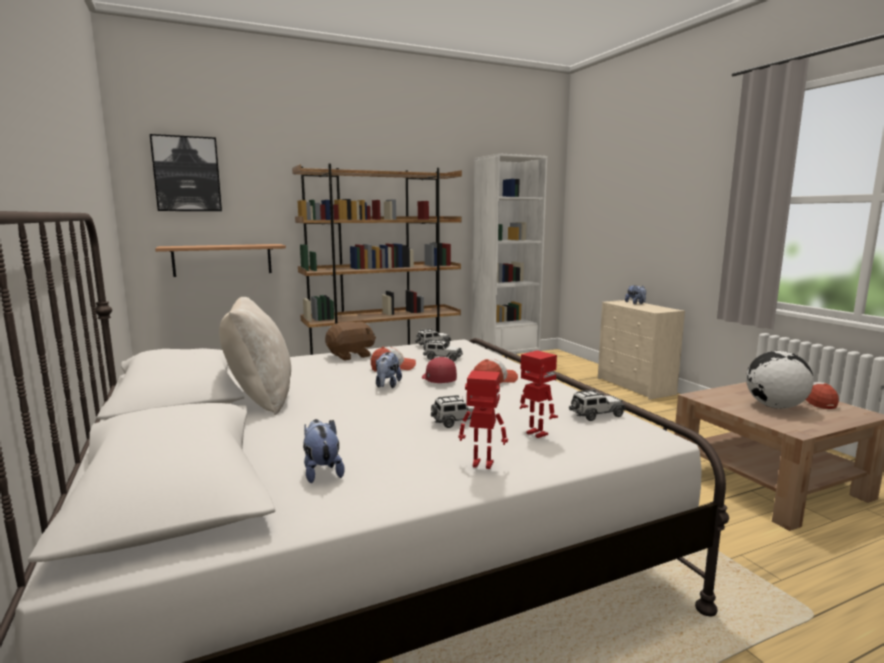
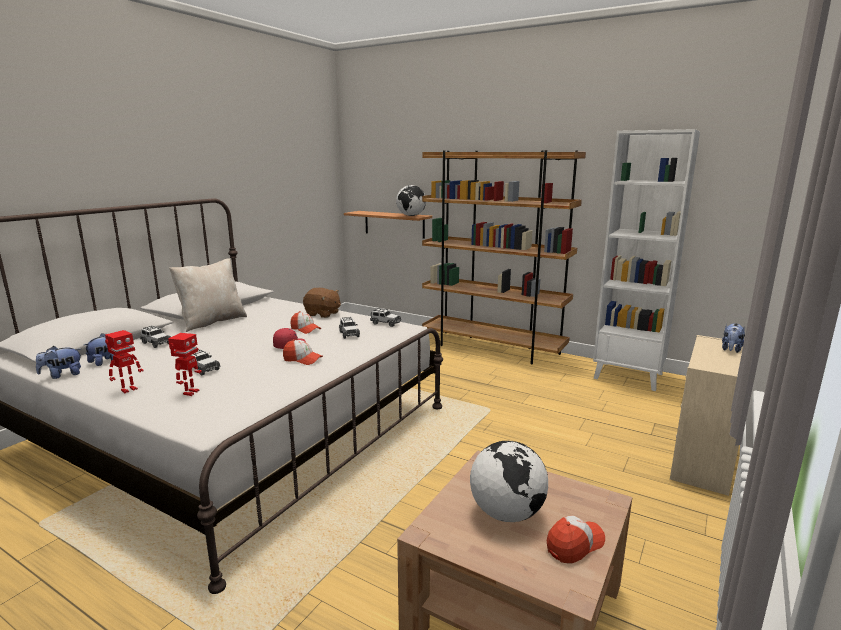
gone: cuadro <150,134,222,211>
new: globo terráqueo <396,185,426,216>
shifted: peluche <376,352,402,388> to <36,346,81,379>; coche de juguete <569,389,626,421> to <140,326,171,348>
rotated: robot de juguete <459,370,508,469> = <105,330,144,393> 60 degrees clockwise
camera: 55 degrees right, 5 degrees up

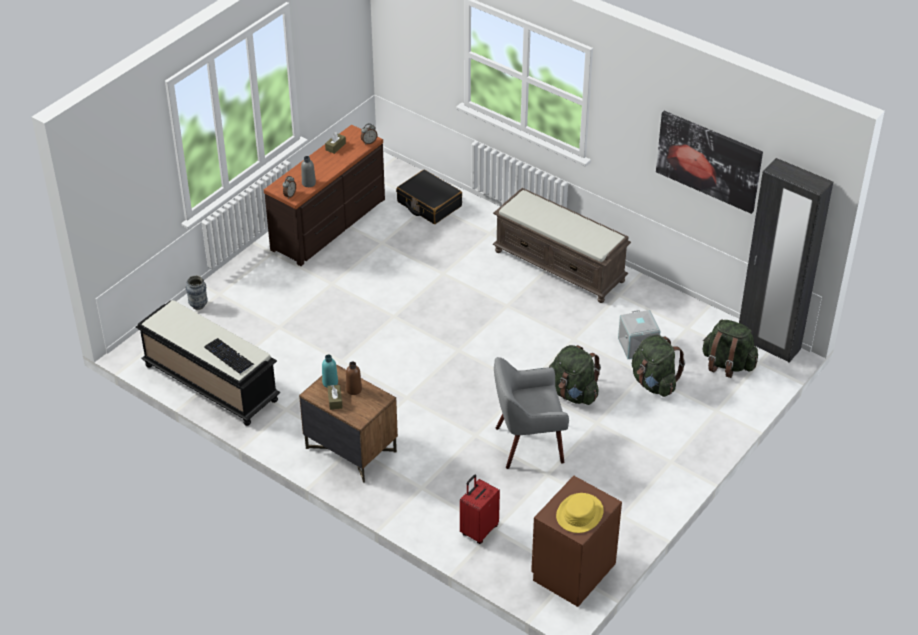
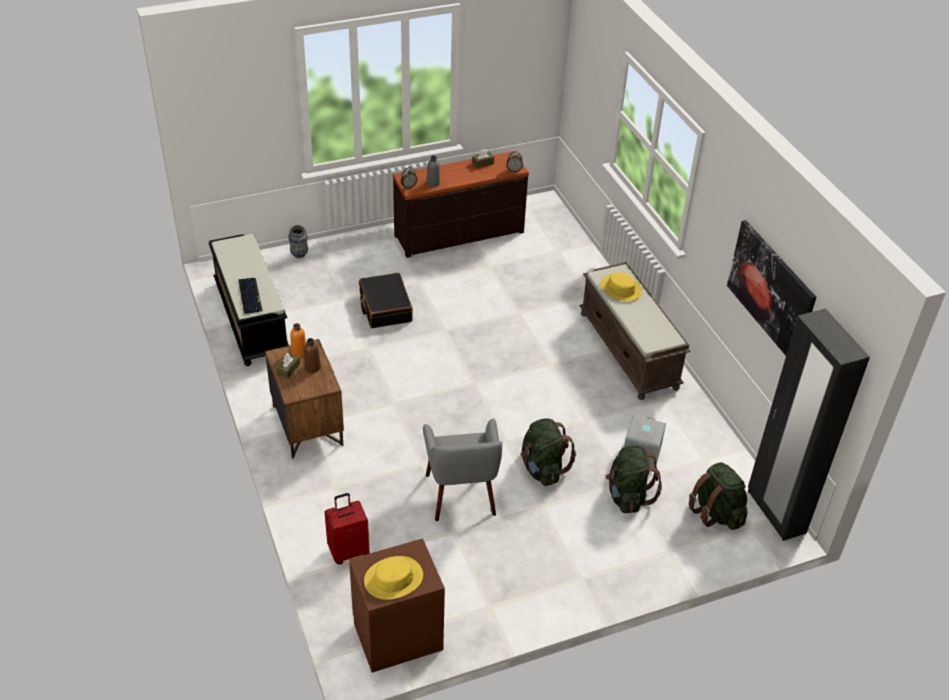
new: sombrero (amarillo) <600,272,642,302>
shifted: maleta (negro) <396,170,462,224> to <359,273,413,328>
repainted: botella (turquesa) <322,354,338,388> to botella (naranja) <290,323,306,358>
rotated: sillón (gris) <494,357,569,469> = <423,419,502,521> 120 degrees counterclockwise
camera: 30 degrees right, 0 degrees up

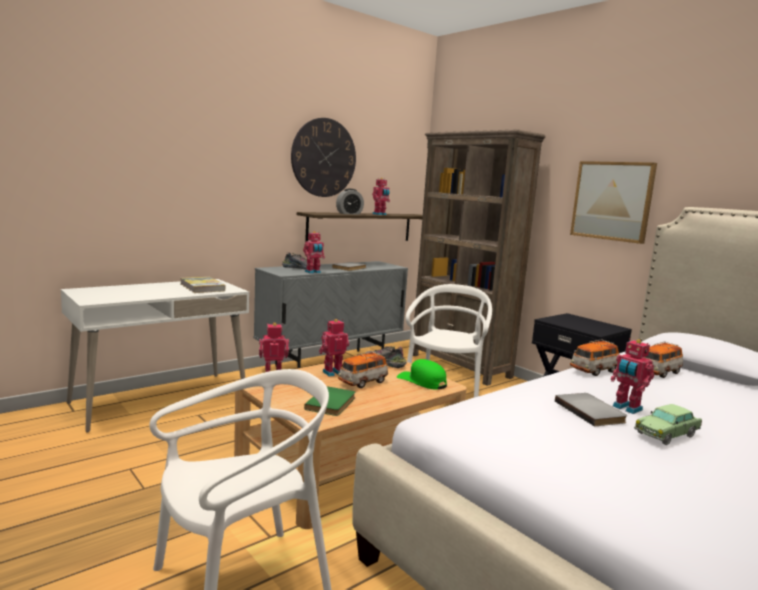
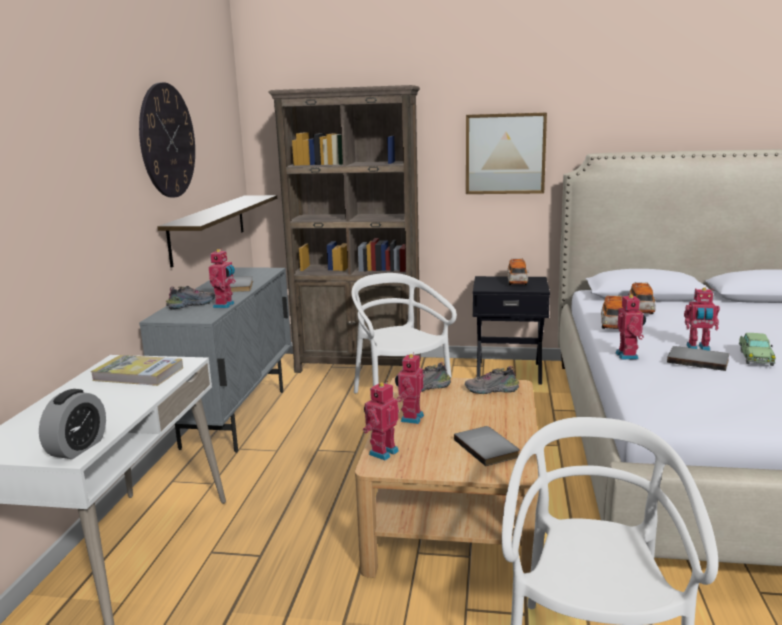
shifted: despertador <336,189,364,215> to <39,389,106,459>; coche de juguete <338,351,388,388> to <507,258,529,285>; robot de juguete <372,178,390,215> to <616,293,646,360>
swapped: gorra (verde) <397,359,447,390> to zapato <465,366,519,394>
repainted: libro (verde) <304,386,355,416> to libro (gris) <454,426,520,466>
camera: 40 degrees left, 5 degrees up

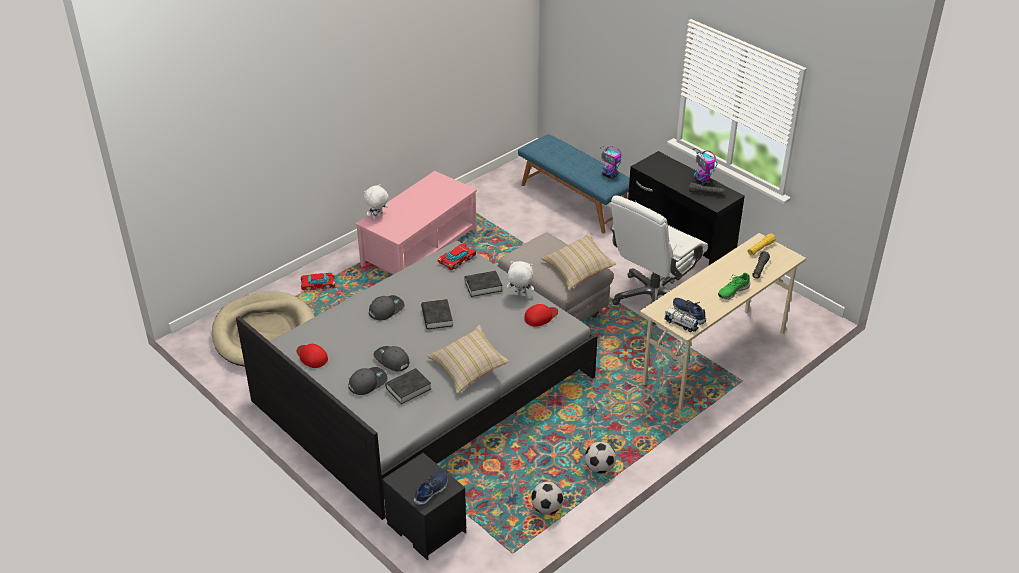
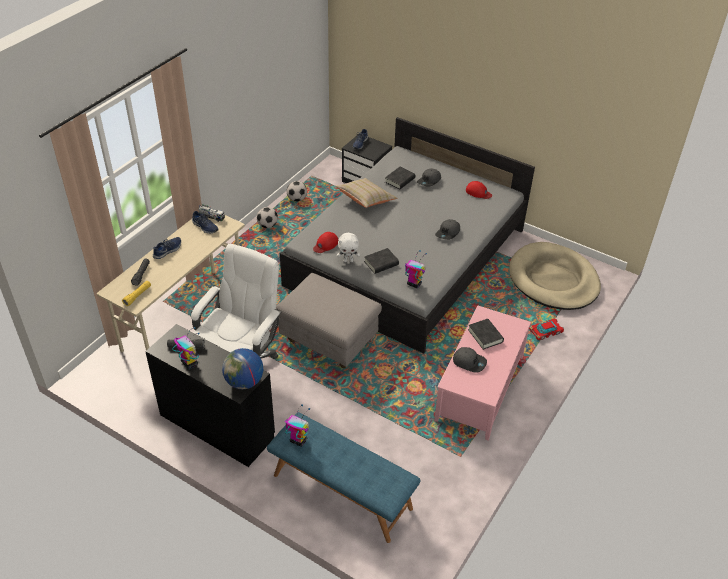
gone: peluche (blanco) <364,184,389,220>; cojín (beis) <541,233,616,290>
new: globo terráqueo <222,348,263,389>
shifted: gorra (gris) <373,346,410,371> to <453,347,487,373>; libro (negro) <421,299,453,329> to <468,319,504,350>
swapped: coche de juguete <438,244,476,271> to robot de juguete <405,250,427,288>
repainted: zapato (verde) <718,273,750,299> to zapato (azul) <153,237,181,259>
camera: 165 degrees right, 5 degrees up

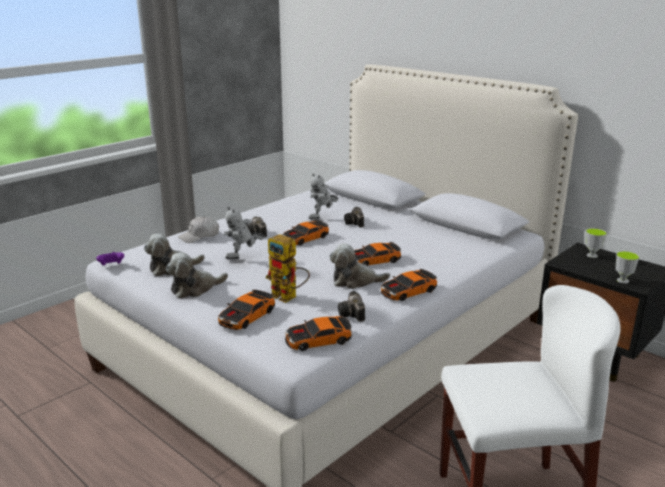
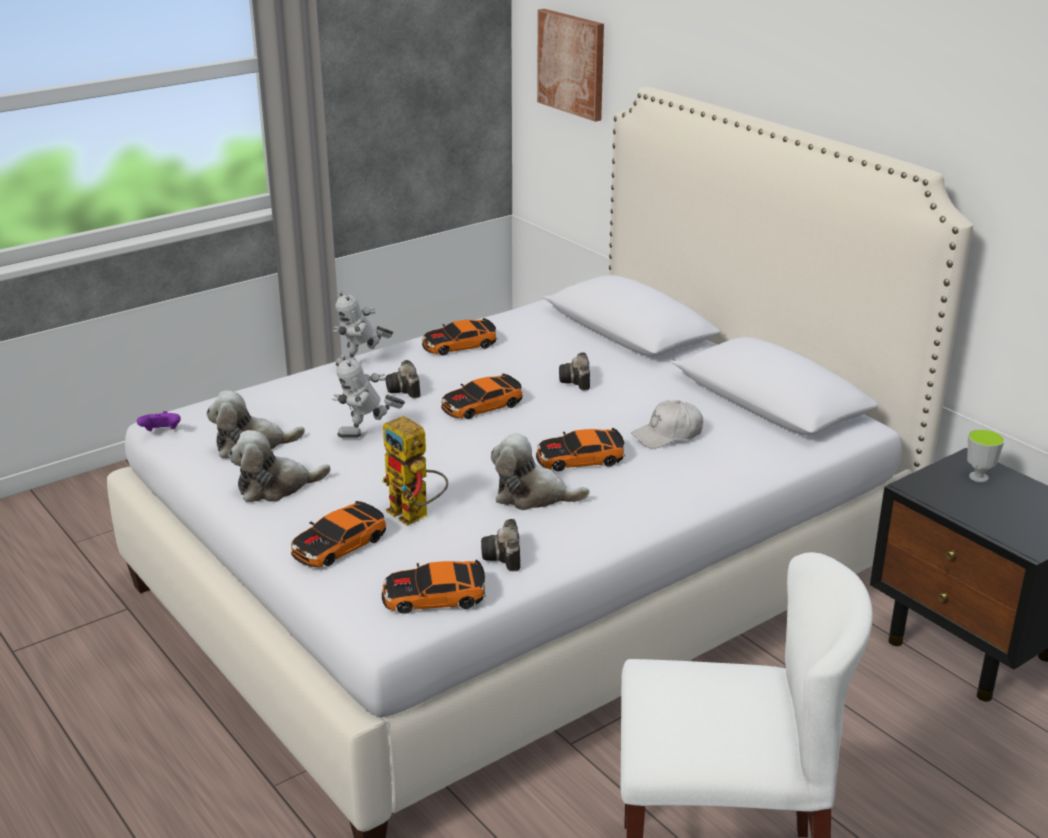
gone: taza <616,251,639,284>
new: cuadro <537,9,604,122>
shifted: gorra (blanco) <178,216,219,243> to <631,400,703,449>; robot de juguete <309,173,339,219> to <333,291,393,366>; coche de juguete <381,269,437,301> to <422,318,498,355>
camera: 10 degrees right, 5 degrees up

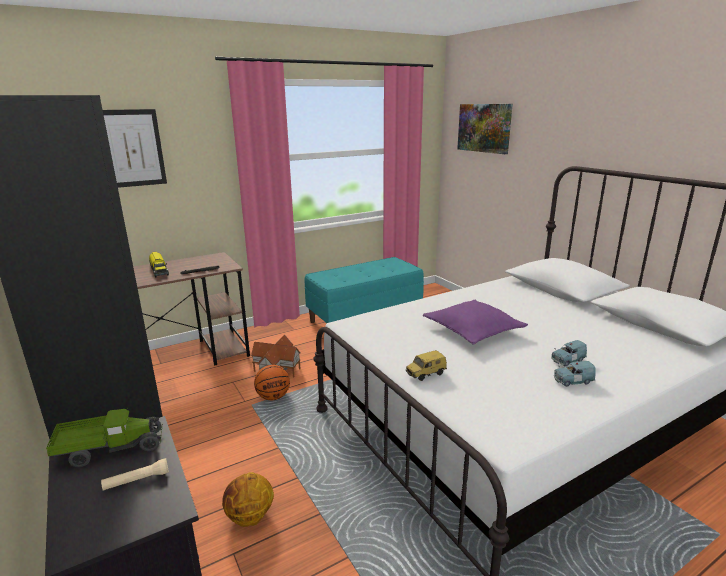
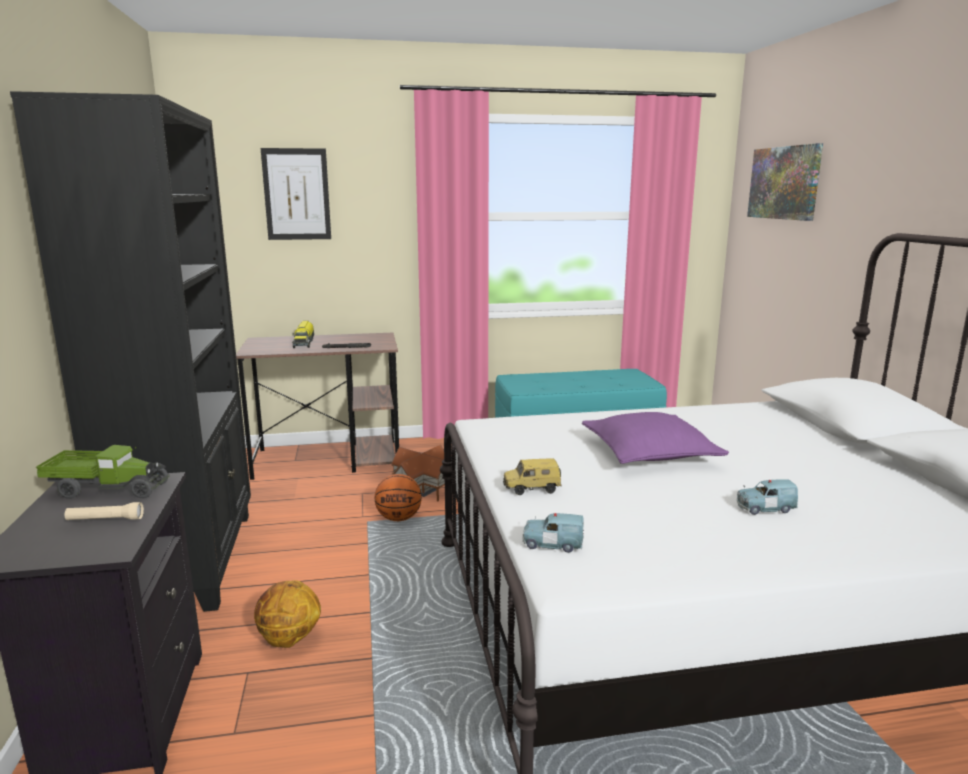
shifted: coche de juguete (azul) <554,361,596,387> to <522,513,584,553>
camera: 20 degrees right, 5 degrees down

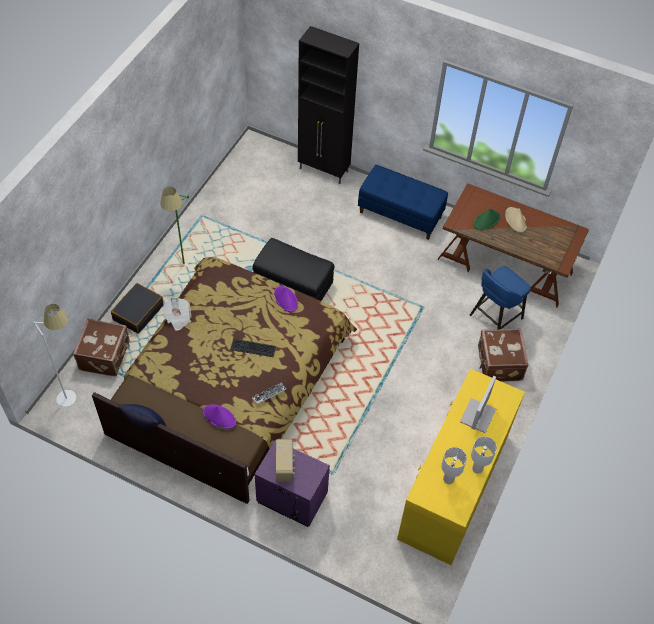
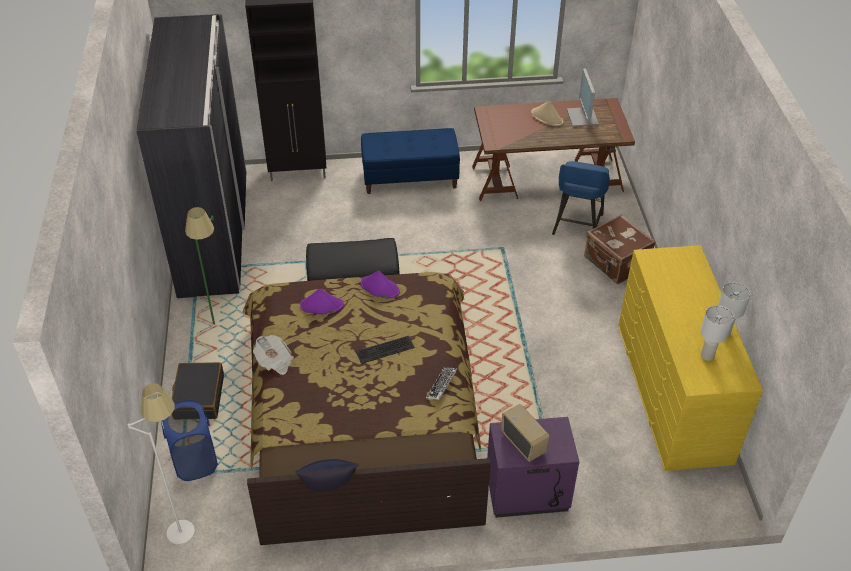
gone: sombrero (verde) <474,208,500,230>
new: armario ropero (gris) <136,14,247,298>
shifted: sombrero (morado) <203,404,236,429> to <300,288,344,314>; monitor <460,376,496,433> to <567,68,599,127>
swapped: maleta (marrón) <73,318,130,376> to cesto de la ropa (azul) <161,400,218,481>
camera: 30 degrees left, 10 degrees down

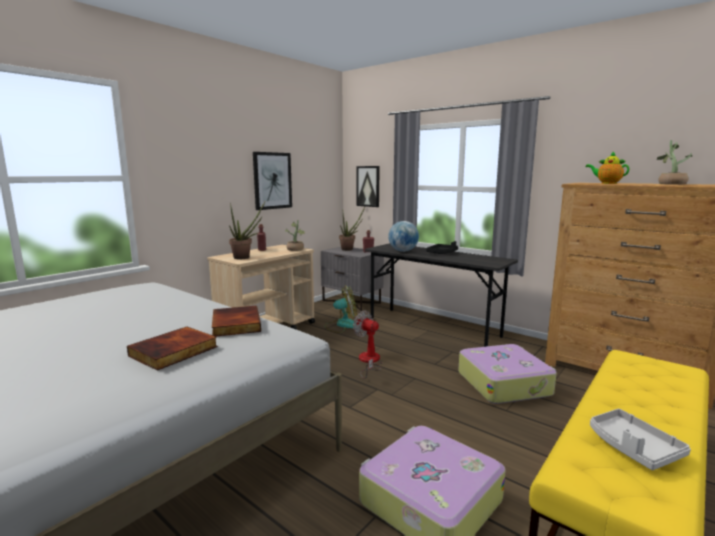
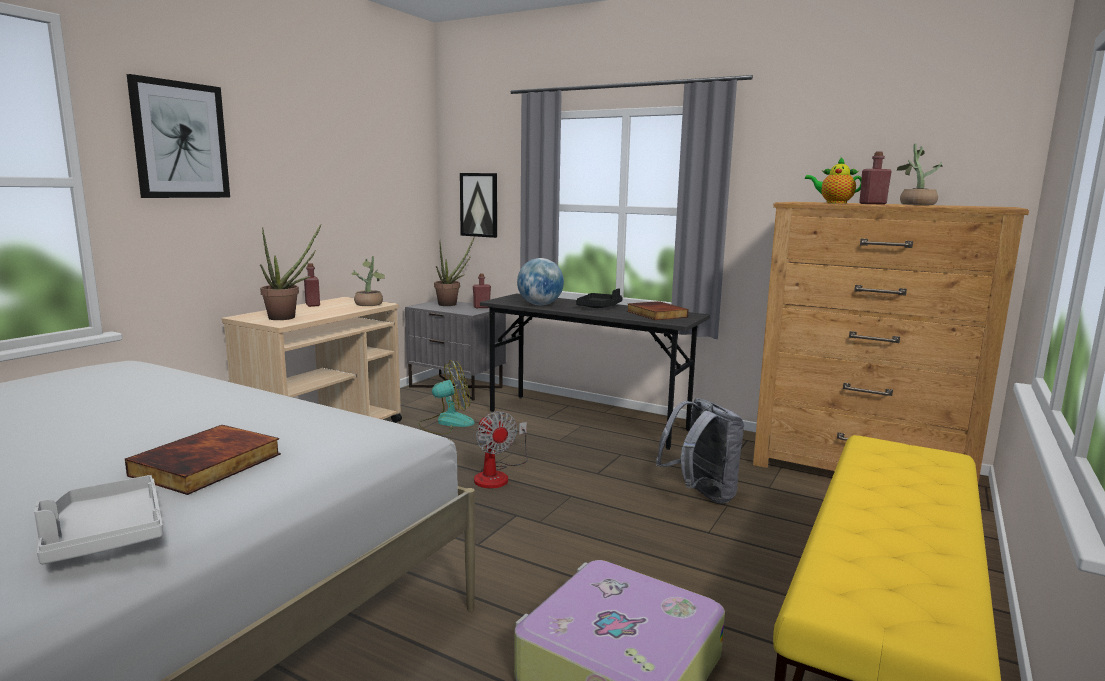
new: botella (rojo) <859,151,892,205>
shifted: libro <212,306,261,336> to <627,301,689,320>; cuadro <253,152,292,210> to <127,74,230,198>; bandeja (gris) <590,409,691,470> to <34,475,163,564>
swapped: maleta <458,344,557,404> to mochila (gris) <656,398,744,504>
rotated: ventilador <353,311,382,379> = <474,411,528,488> 150 degrees counterclockwise
camera: 10 degrees left, 0 degrees up

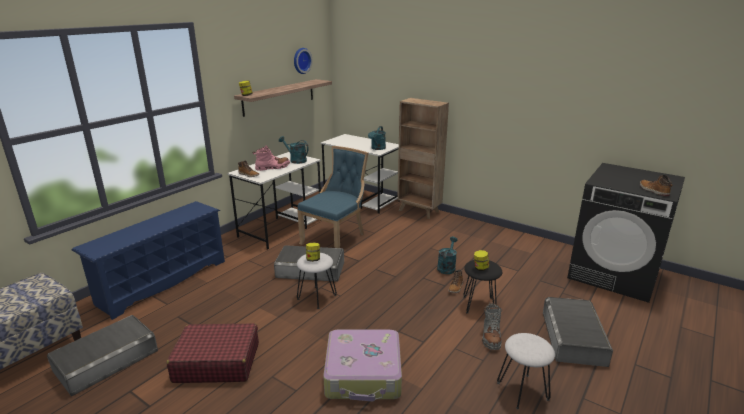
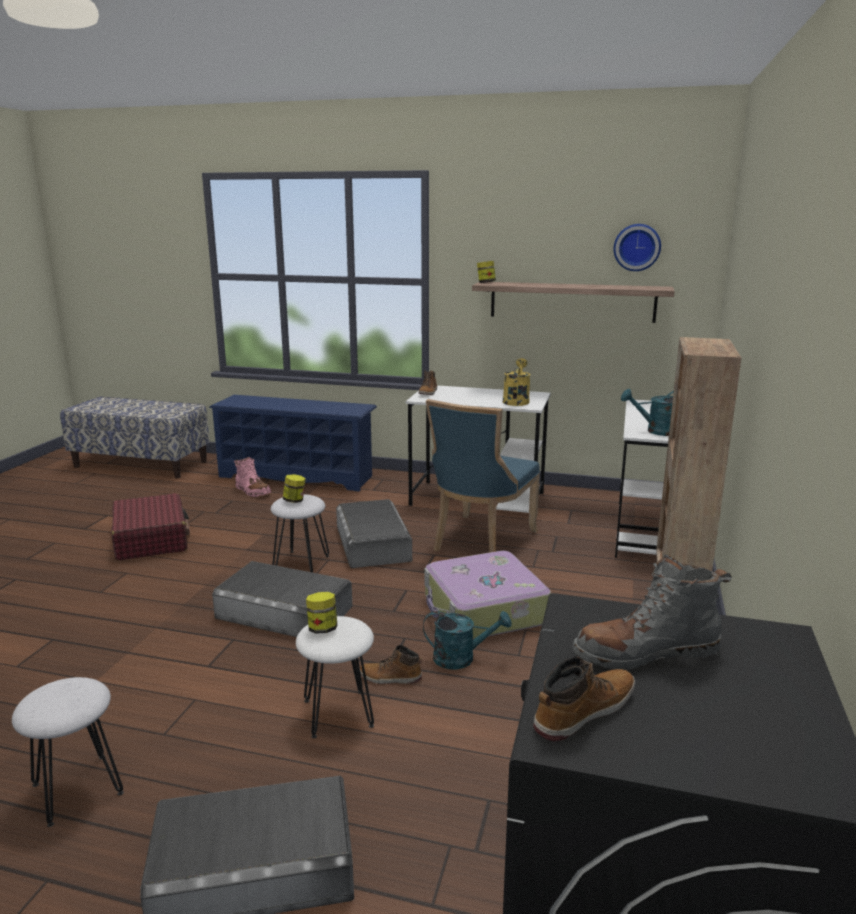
shifted: caja de almacenaje (gris) <47,315,158,396> to <212,561,352,637>; bota (rosa) <253,145,290,171> to <234,457,271,497>; maleta <323,330,402,401> to <424,551,551,639>; bota (gris) <482,301,502,350> to <573,554,732,670>
repainted: regadera (turquesa) <279,136,309,164> to regadera (amarillo) <503,358,531,406>; taburete (negro) <463,260,502,314> to taburete (blanco) <296,616,374,738>
rotated: silla (azul) <297,146,368,248> = <426,399,540,553> 105 degrees clockwise
camera: 70 degrees right, 5 degrees down

